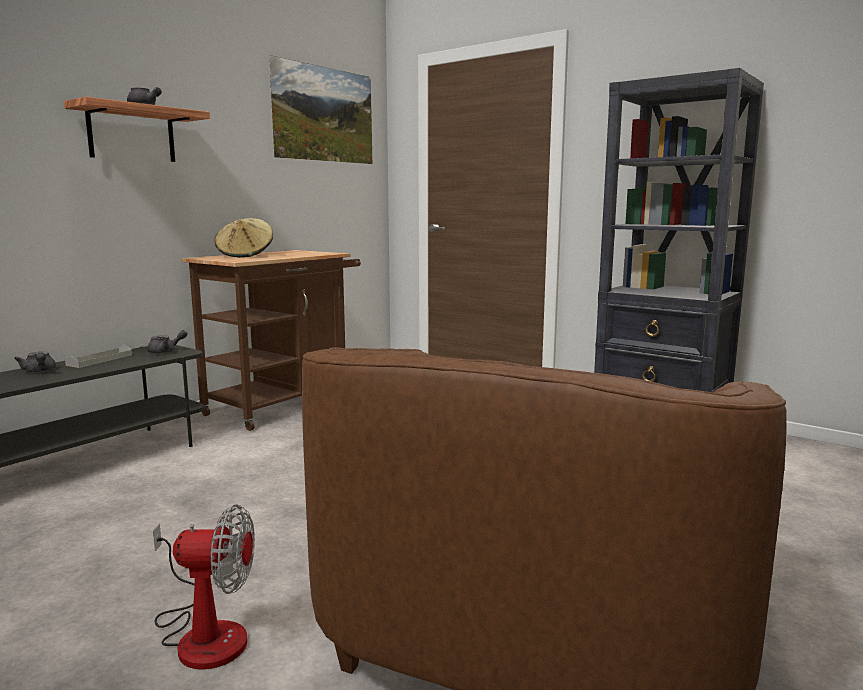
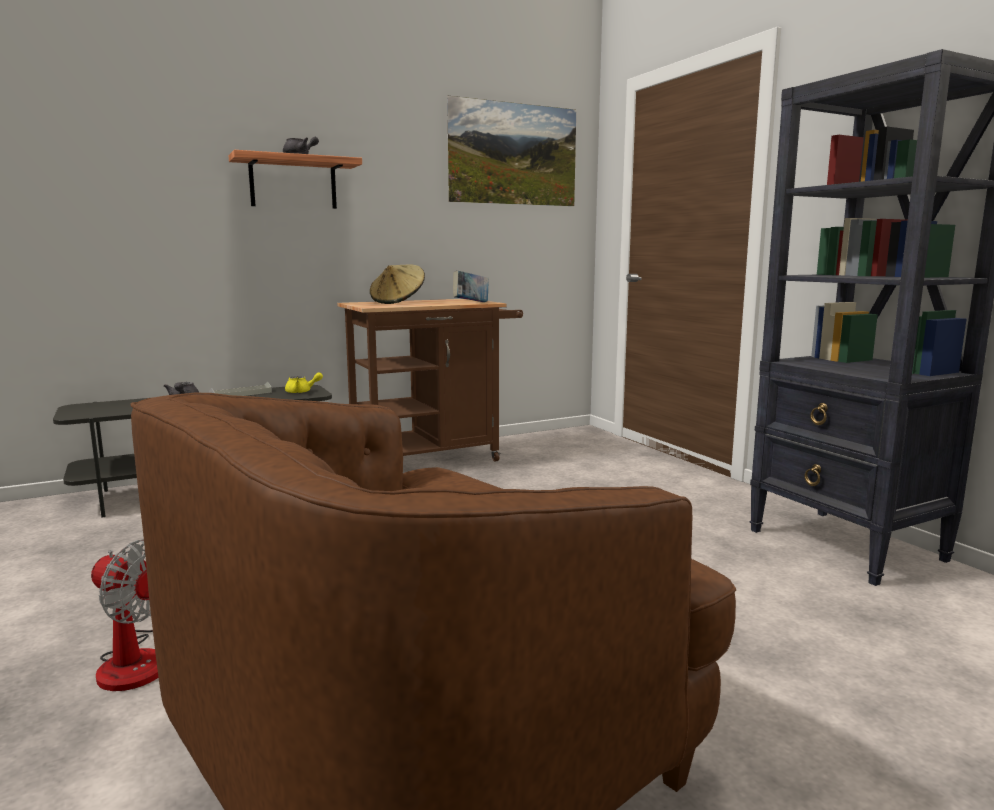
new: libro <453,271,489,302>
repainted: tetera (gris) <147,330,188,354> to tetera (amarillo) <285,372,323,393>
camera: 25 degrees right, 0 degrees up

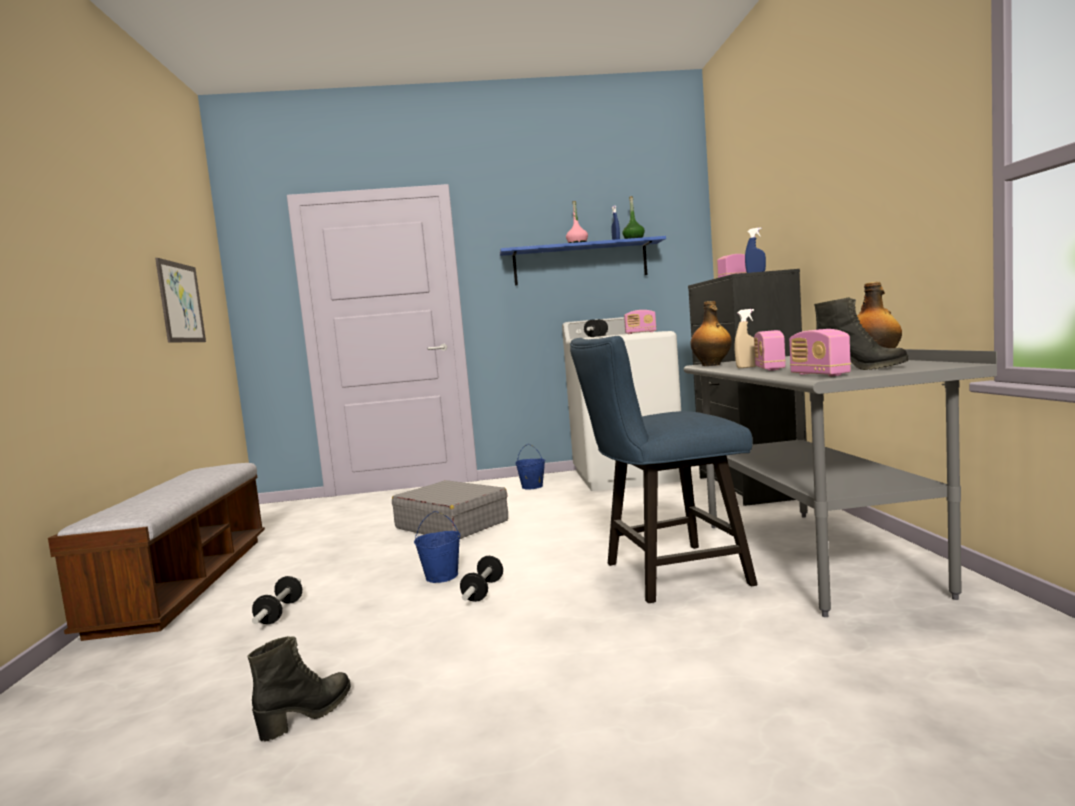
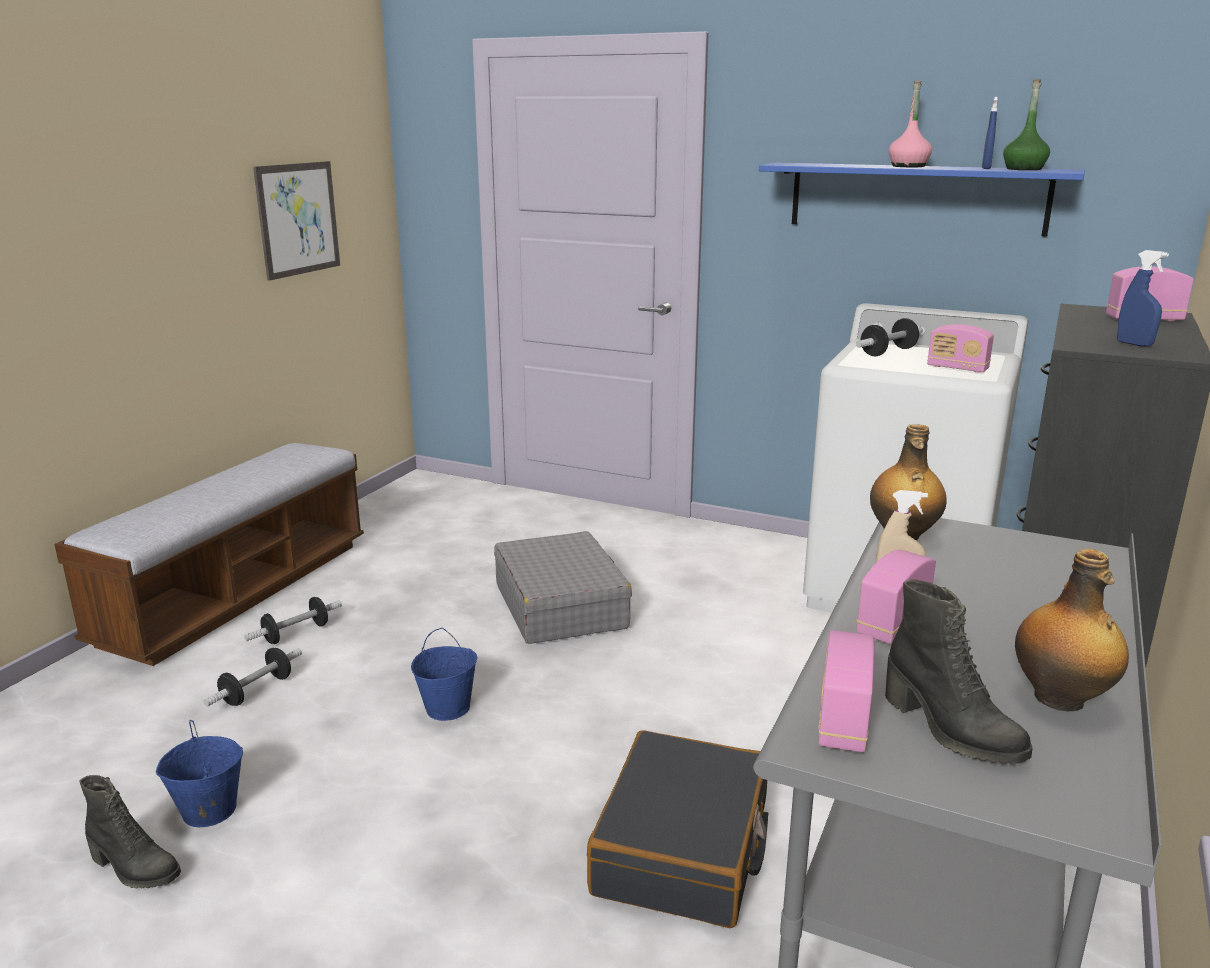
shifted: mancuerna <460,556,503,602> to <244,597,342,644>; cubo (azul) <515,444,546,490> to <156,720,243,827>
swapped: silla (azul) <570,336,758,603> to maleta (negro) <587,730,768,928>
rotated: bota (negro) <247,636,351,742> = <79,775,181,888> 45 degrees clockwise
camera: 30 degrees right, 15 degrees up

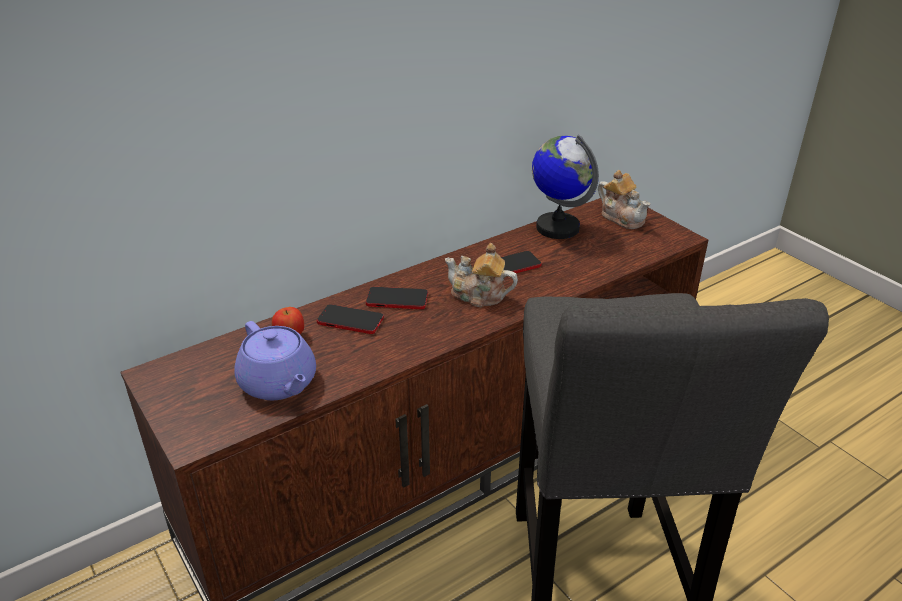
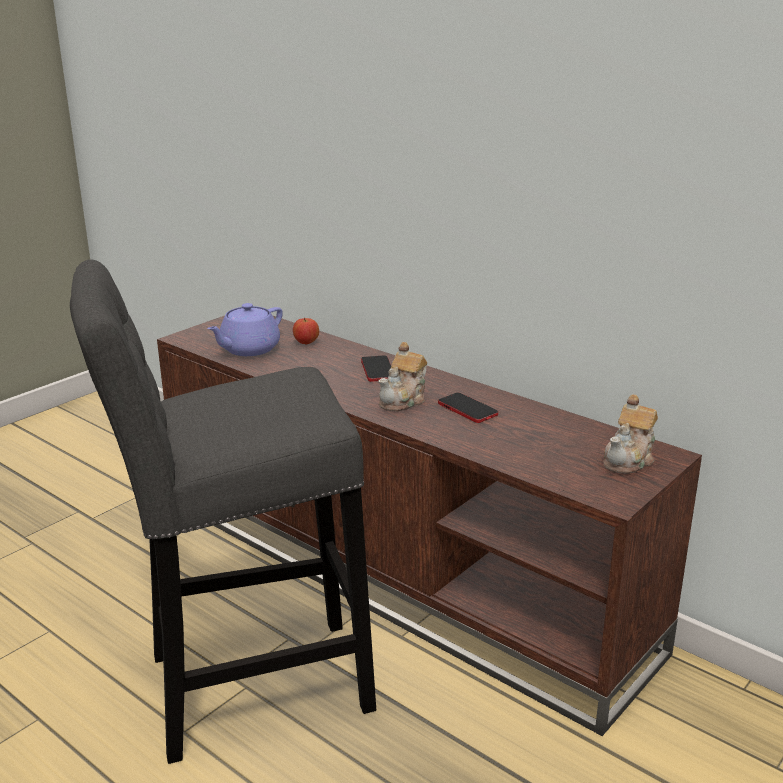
gone: móvil <317,304,384,334>; globo terráqueo <532,135,599,239>
rotated: tetera <445,243,518,307> = <378,342,427,412> 150 degrees counterclockwise
camera: 75 degrees right, 10 degrees down

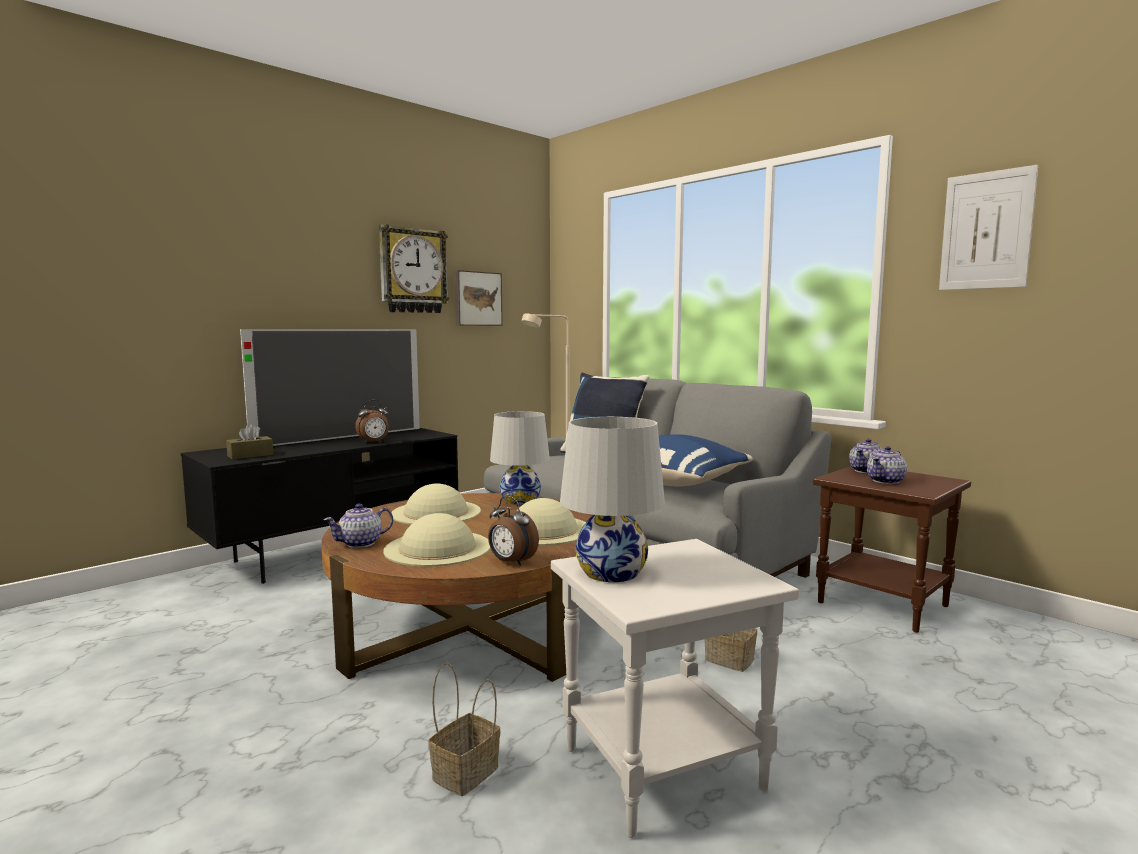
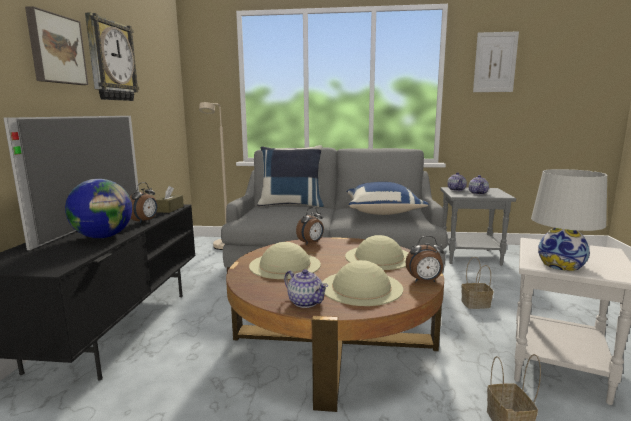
new: globo terráqueo <65,179,132,238>
shifted: caja de pañuelos (marrón) <226,423,273,460> to <156,186,184,213>; cuadro <455,270,503,326> to <25,6,88,85>
swapped: lámpara de mesa (blanco) <490,411,550,505> to despertador <296,207,324,245>
repainted: mesa auxiliar (marrón) <813,466,971,633> to mesa auxiliar (gris) <440,187,516,266>
rotated: tetera <324,504,393,548> = <284,269,328,308> 60 degrees counterclockwise
camera: 40 degrees left, 5 degrees up

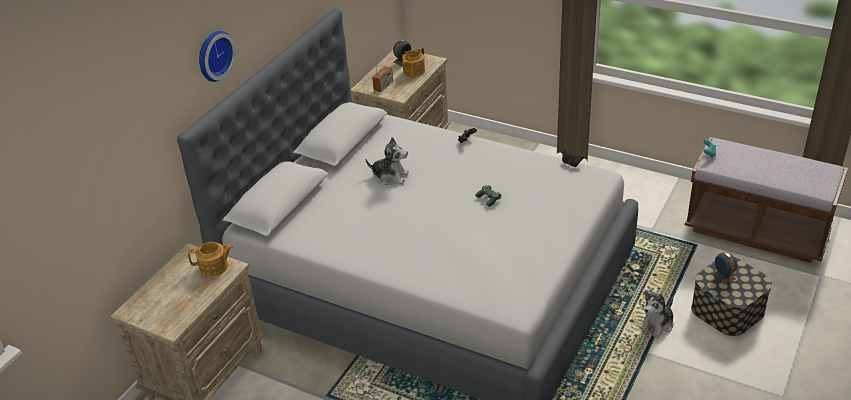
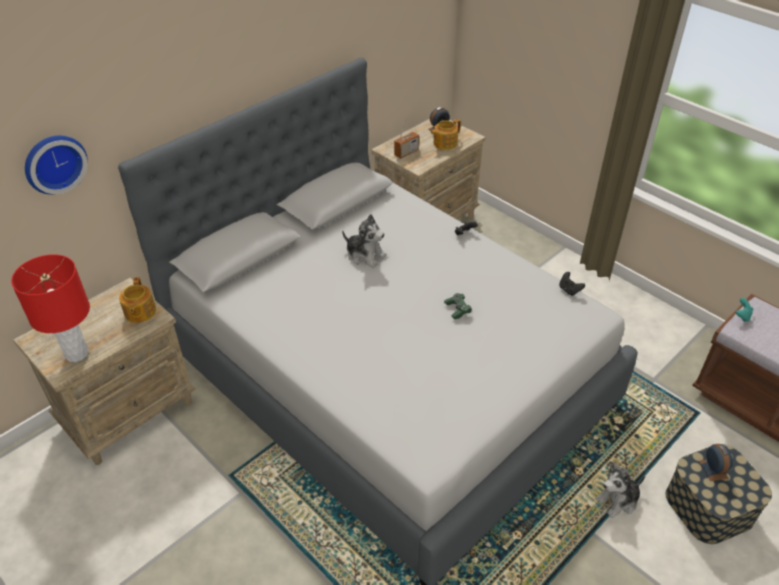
new: lámpara de mesa (rojo) <11,254,90,362>
shifted: reloj de pared <199,30,236,82> to <25,135,88,195>
rotated: tetera <188,242,234,277> = <119,277,156,323> 75 degrees clockwise
camera: 15 degrees right, 5 degrees up

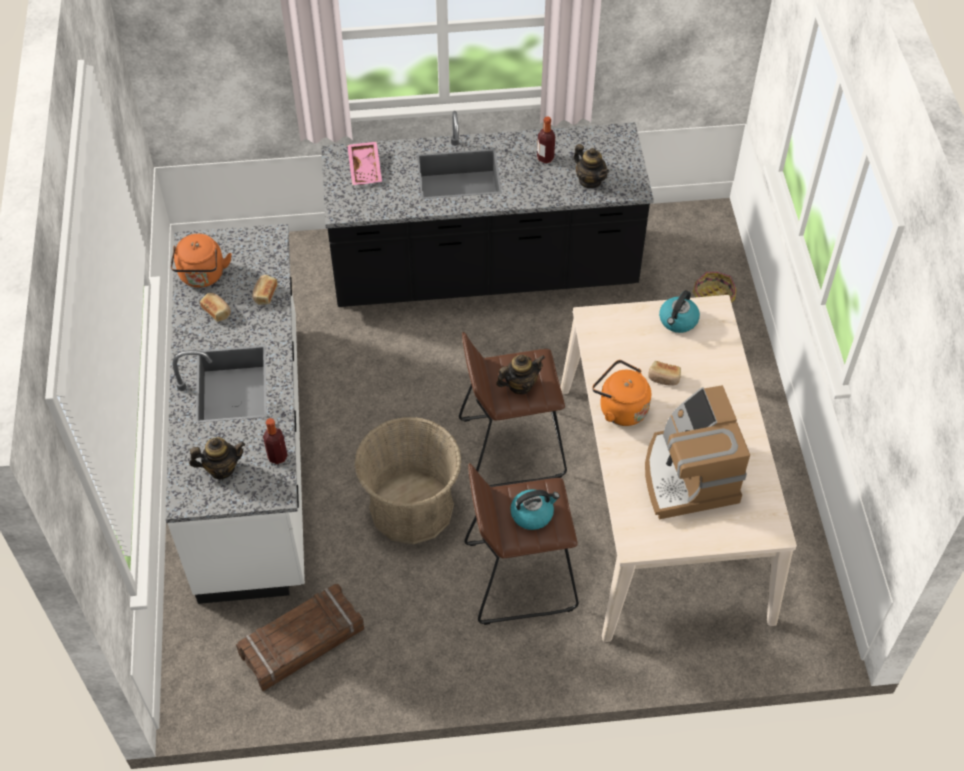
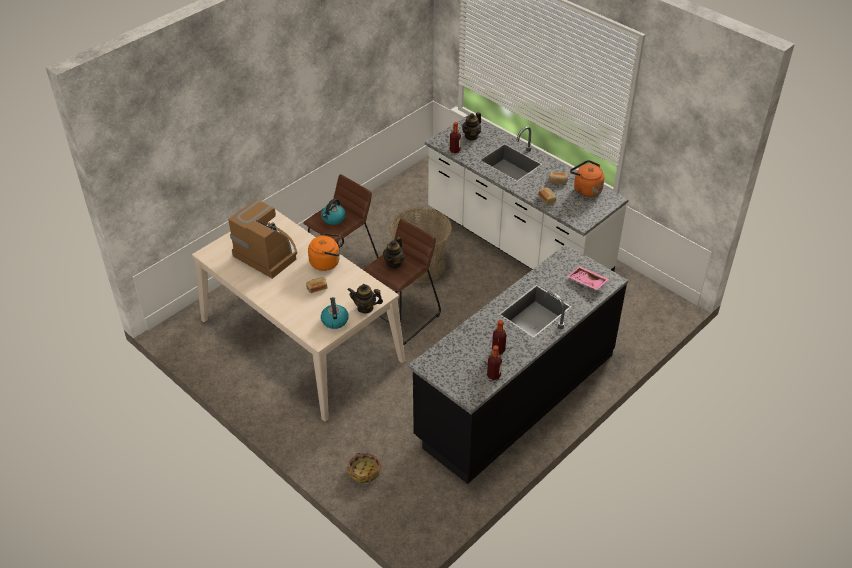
gone: caja de embalaje <236,584,364,691>
new: botella <487,345,502,381>
shifted: tetera <574,144,609,188> to <347,284,383,313>
camera: 140 degrees right, 10 degrees down

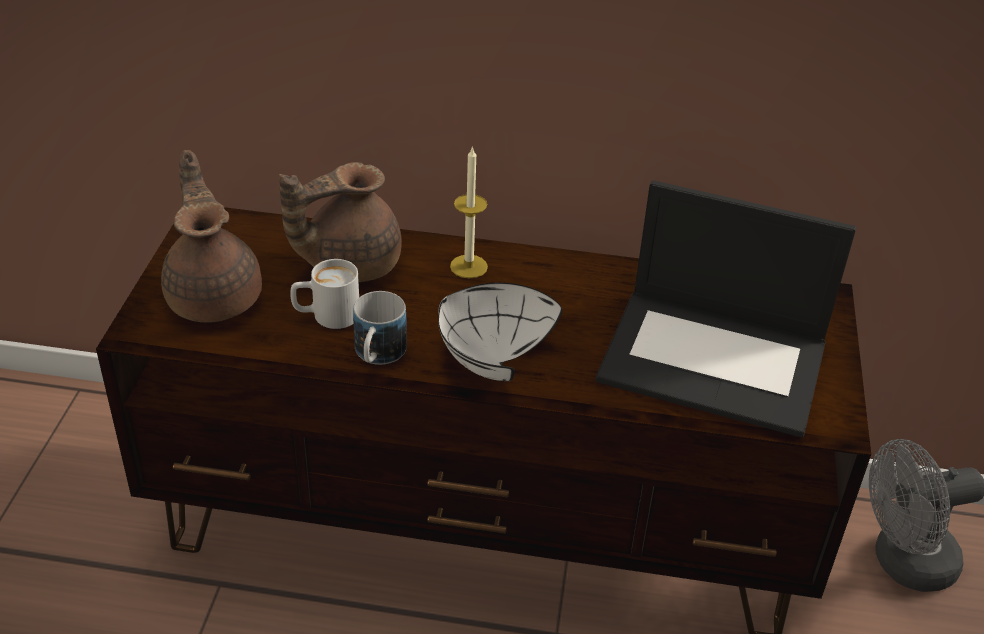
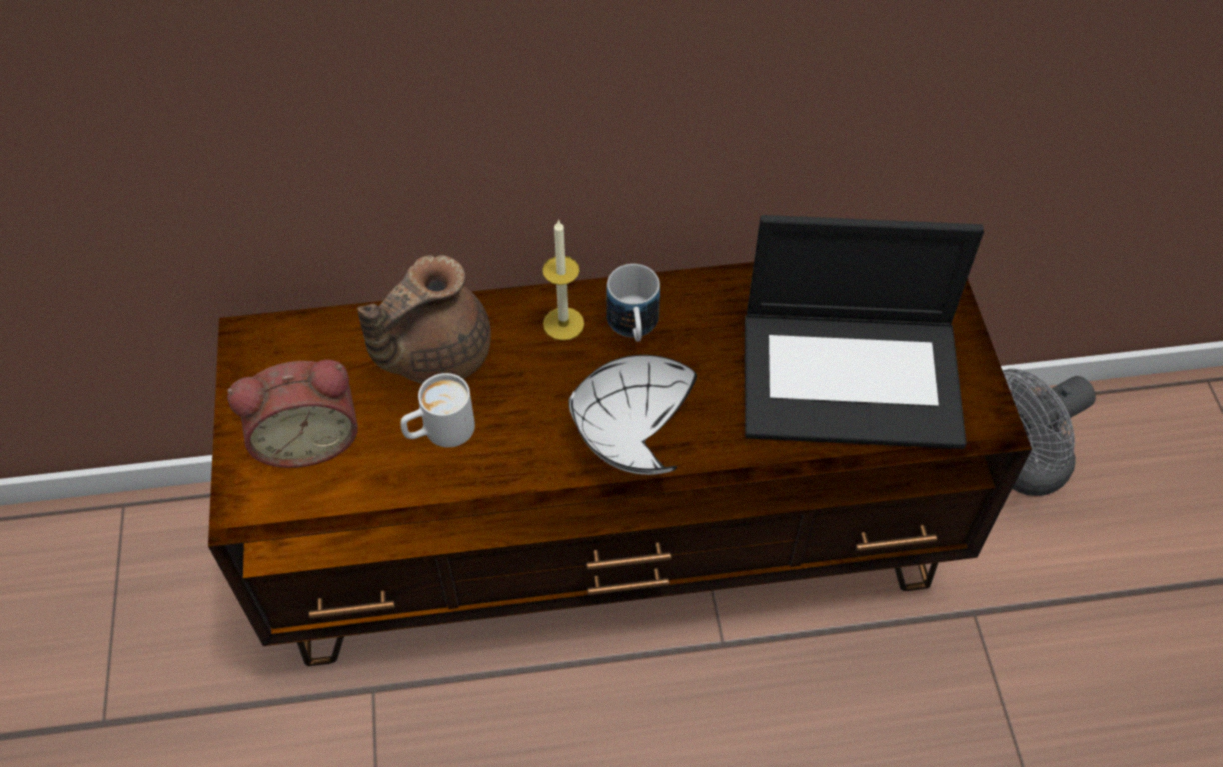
shifted: taza grande <353,291,407,365> to <606,264,660,342>
swapped: tetera (marrón) <161,150,262,323> to despertador <227,360,358,468>
camera: 15 degrees left, 15 degrees up

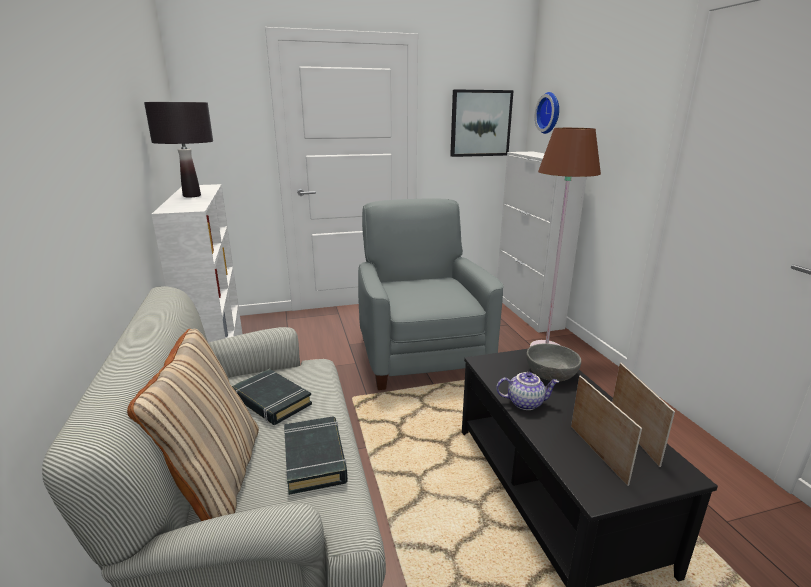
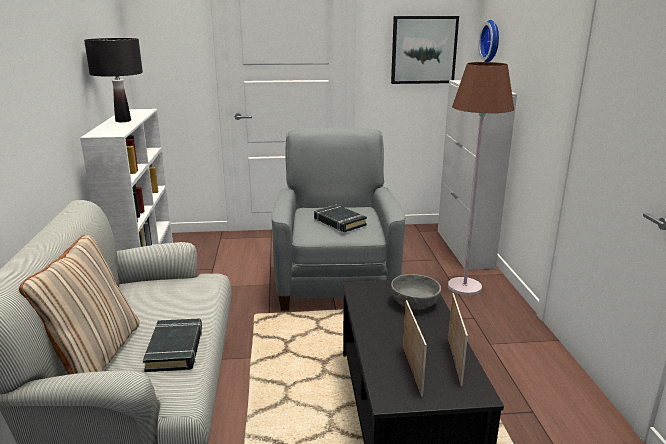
gone: tetera <496,372,559,410>
shifted: libro (negro) <232,369,312,425> to <314,205,367,232>
camera: 10 degrees right, 0 degrees up

